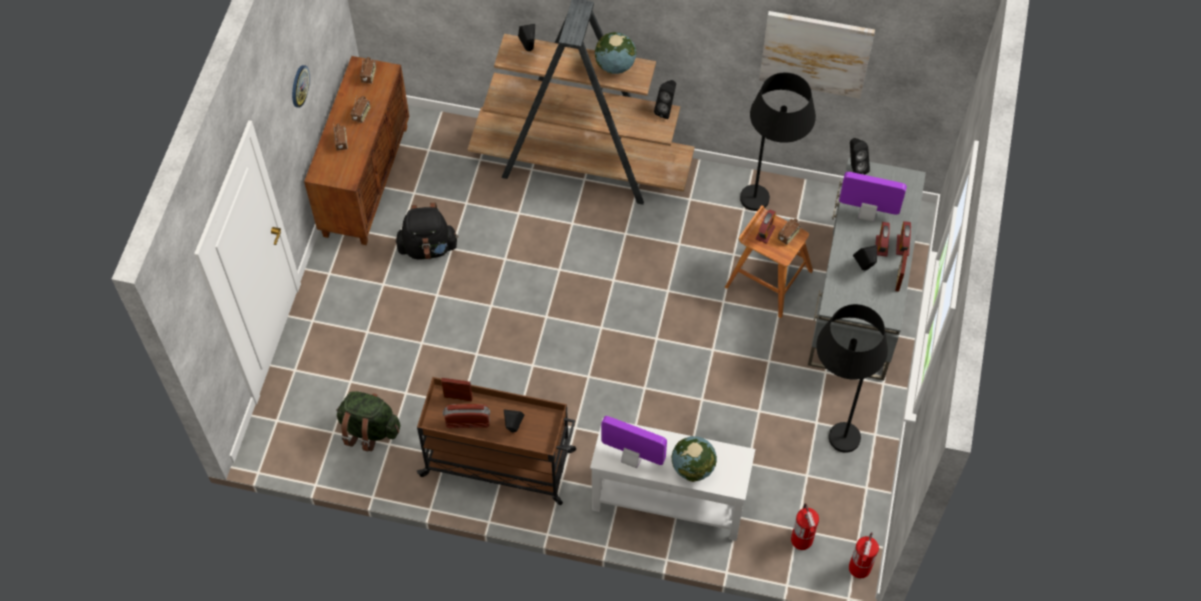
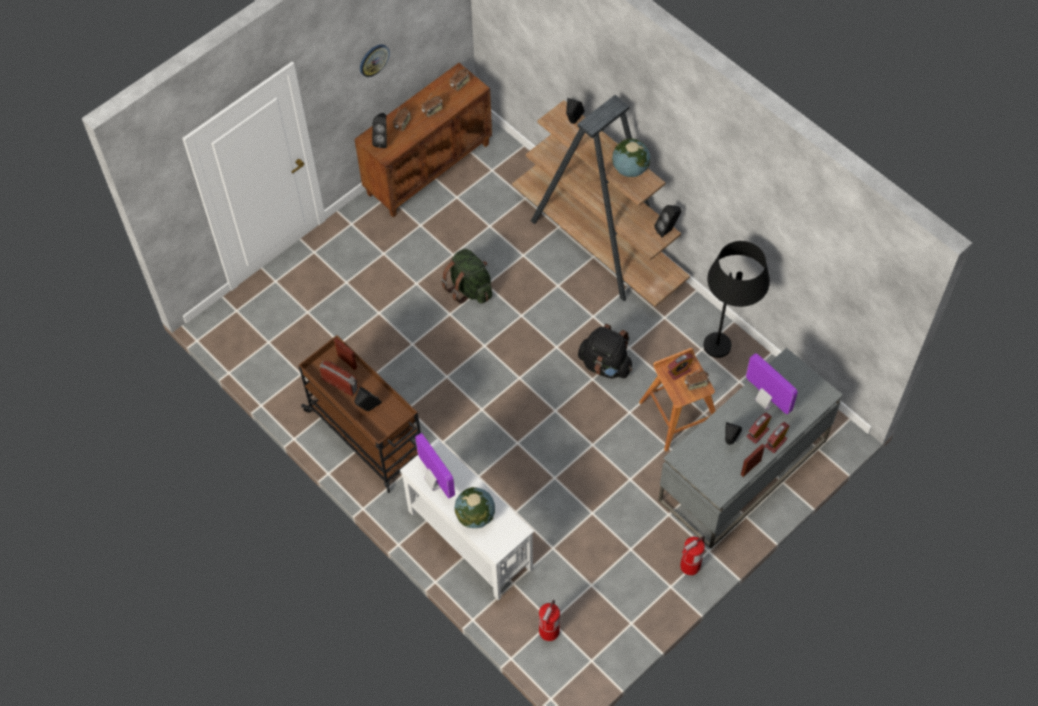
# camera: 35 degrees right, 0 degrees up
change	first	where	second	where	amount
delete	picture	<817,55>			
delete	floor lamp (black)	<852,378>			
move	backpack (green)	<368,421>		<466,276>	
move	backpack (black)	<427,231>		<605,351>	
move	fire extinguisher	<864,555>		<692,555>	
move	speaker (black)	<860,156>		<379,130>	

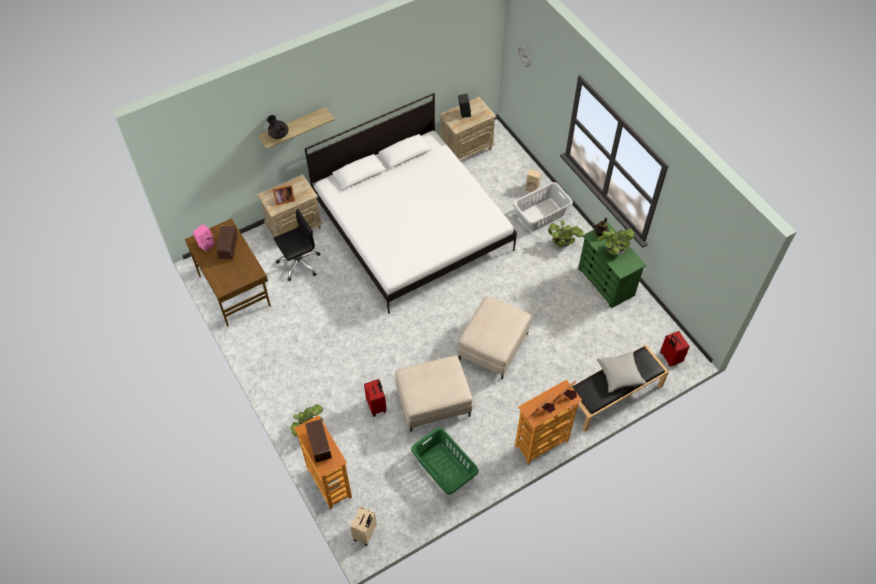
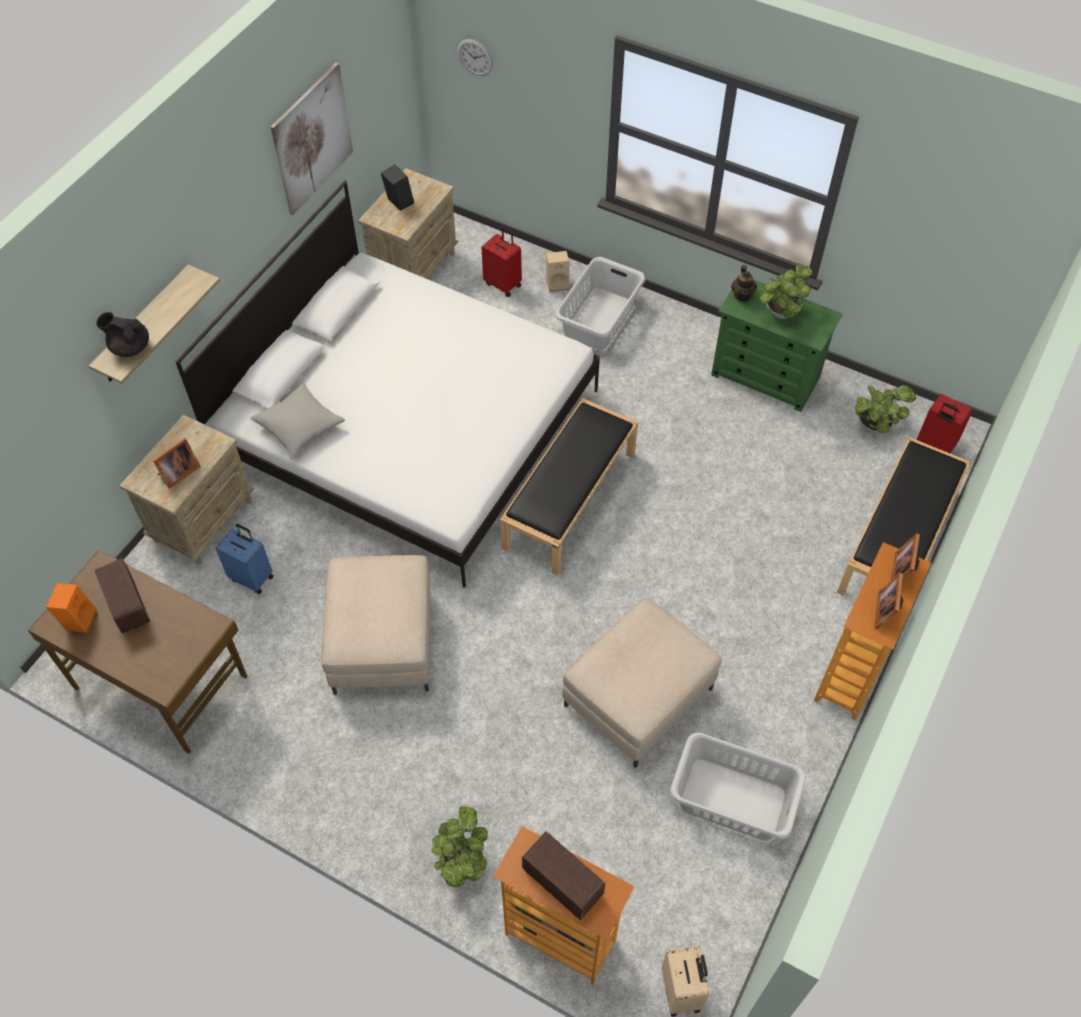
# camera: 30 degrees left, 0 degrees up
change	first	where	second	where	amount
insert			picture	<312,139>	
insert			bench (black)	<569,487>	
move	suitcase (red)	<375,398>		<501,262>	
move	ottoman (beige)	<494,338>		<375,625>	
move	potted plant	<565,233>		<885,409>	
move	pillow (grey)	<621,372>		<297,421>	
replace	office chair (black)	<297,245>	suitcase (blue)	<244,559>	
recolor	speaker (pink)	<204,237>	speaker (orange)	<71,608>	
recolor	laundry basket (green)	<445,461>	laundry basket (grey)	<738,787>	

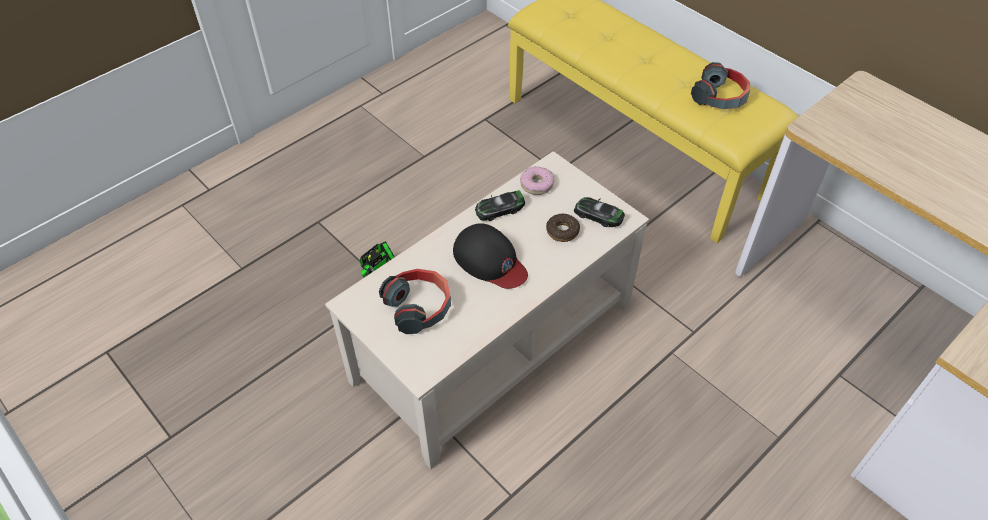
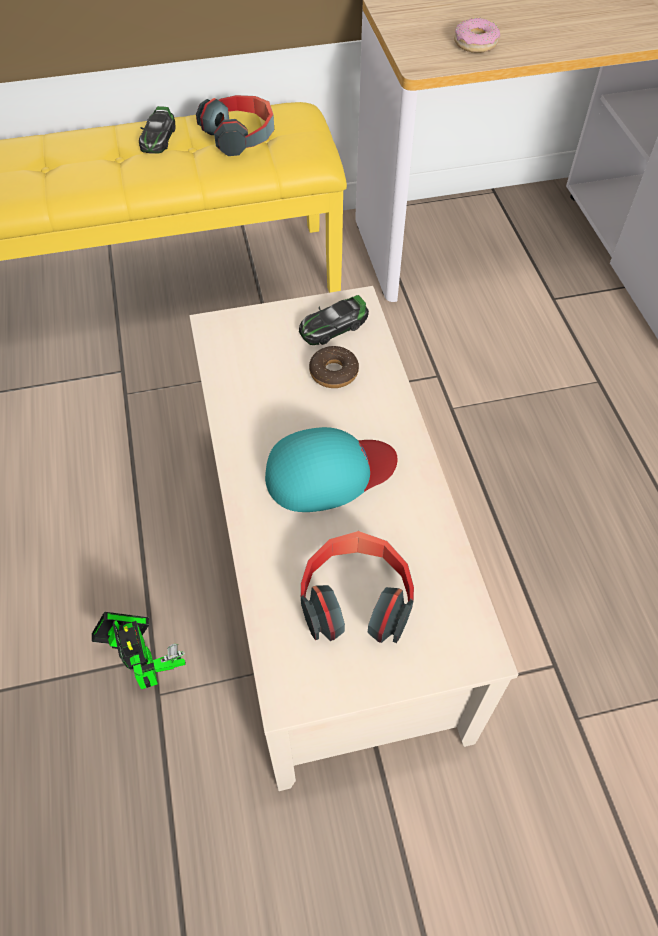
# camera: 60 degrees left, 5 degrees up
change	first	where	second	where	amount
move	toy car	<500,205>		<157,130>	
move	donut	<537,180>		<477,35>	
recolor	cap (black)	<490,256>	cap (turquoise)	<331,469>	

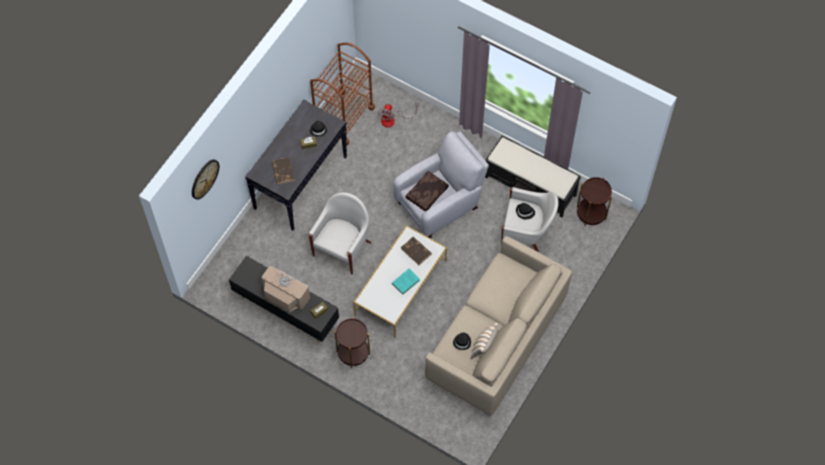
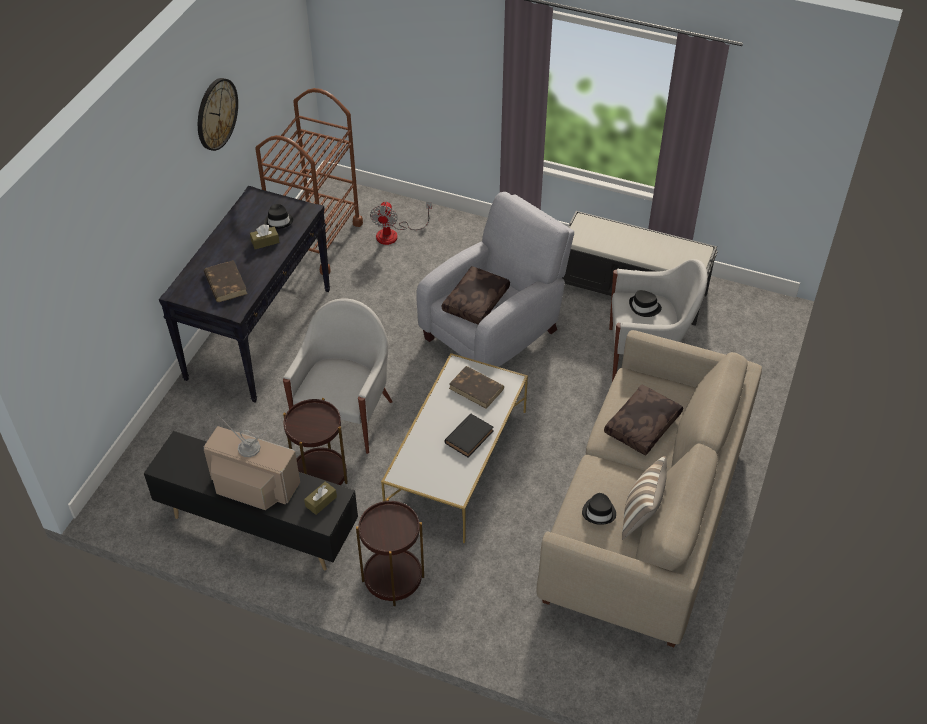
# camera: 10 degrees left, 15 degrees down
change	first	where	second	where	amount
insert			pillow (brown)	<643,420>	
move	wall clock	<205,179>		<218,114>	
move	side table (brown)	<594,201>		<315,441>	
recolor	book (turquoise)	<406,282>	book (black)	<468,435>	

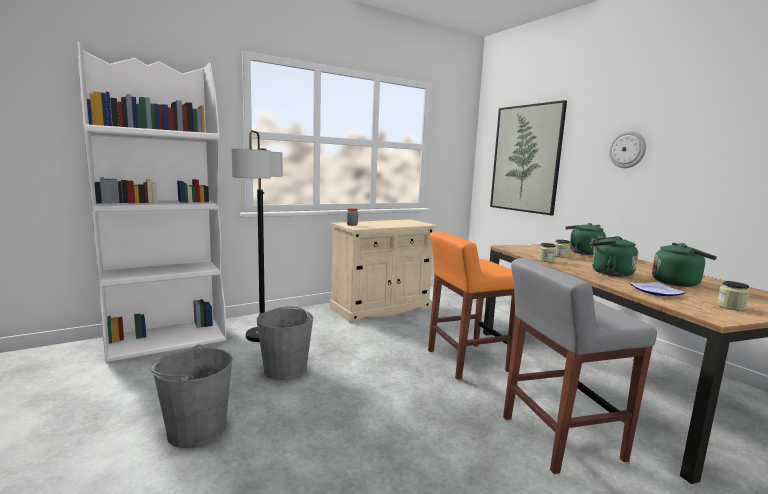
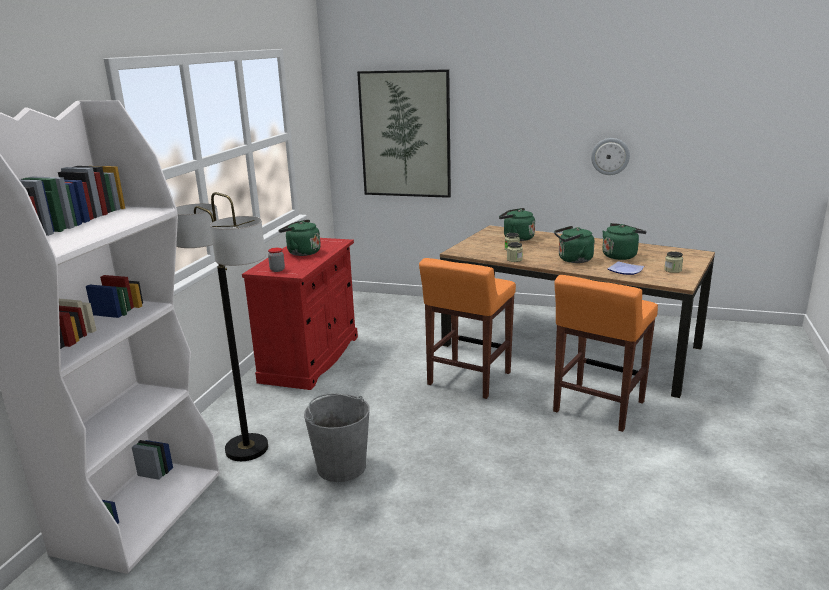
# camera: 40 degrees left, 10 degrees up
change	first	where	second	where	amount
delete	bucket (grey)	<191,396>			
insert			kettle (green)	<299,238>	
move	wall clock	<627,149>		<610,156>	
recolor	cabinet (beige)	<384,271>	cabinet (red)	<300,314>	
recolor	stool (grey)	<580,366>	stool (orange)	<605,353>	

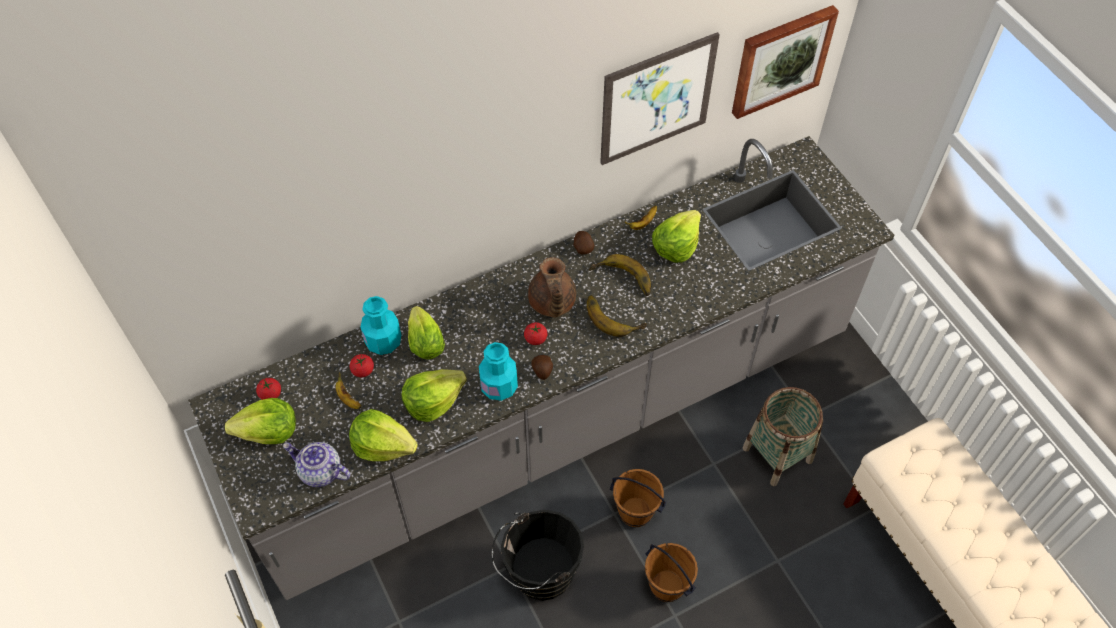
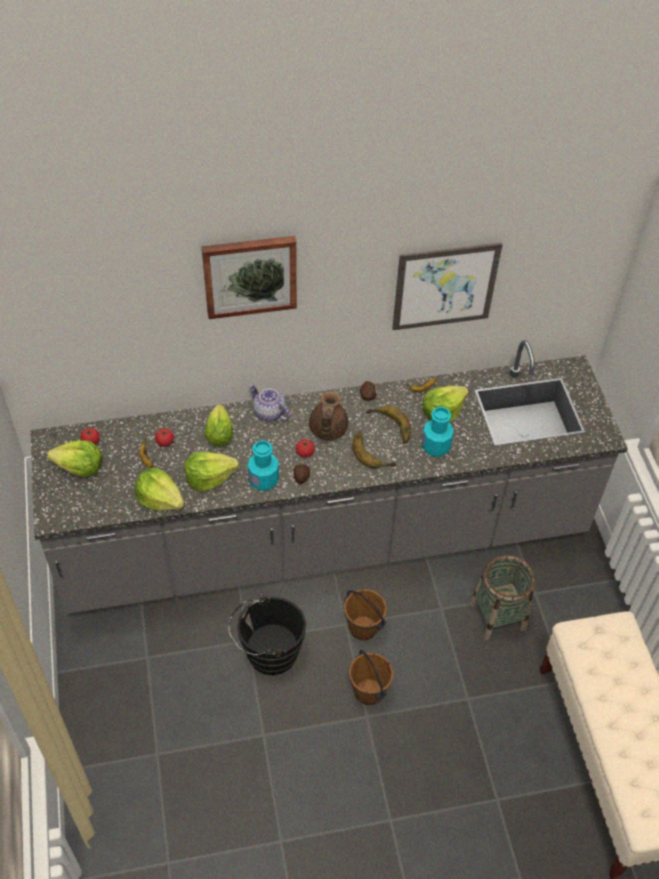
# camera: 15 degrees right, 5 degrees down
change	first	where	second	where	amount
move	teapot	<316,464>		<270,402>	
move	bottle (turquoise)	<380,325>		<437,432>	
move	picture	<785,62>		<249,277>	

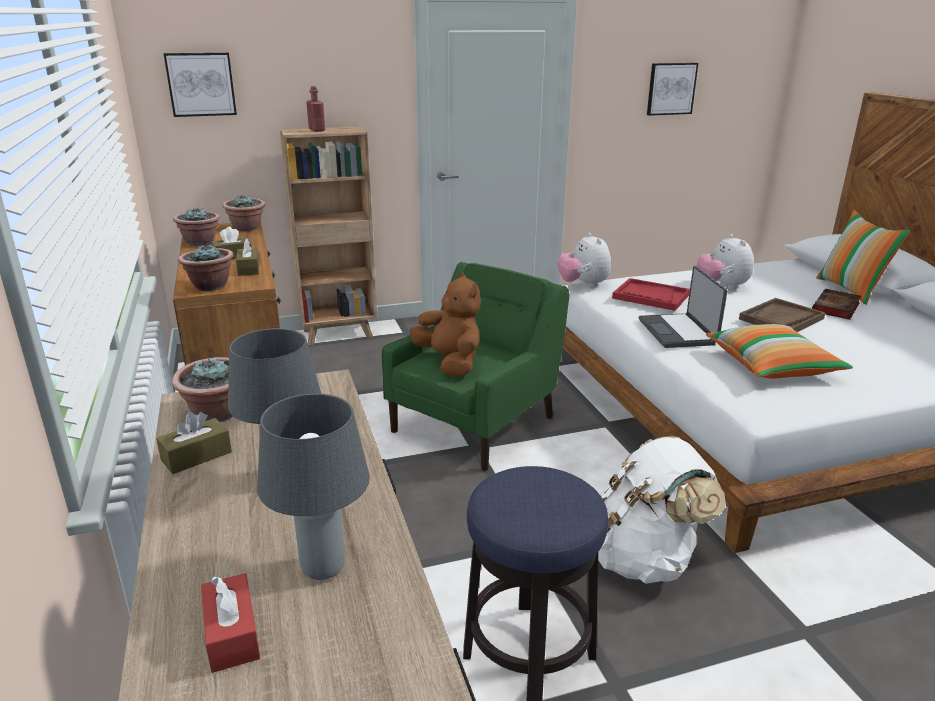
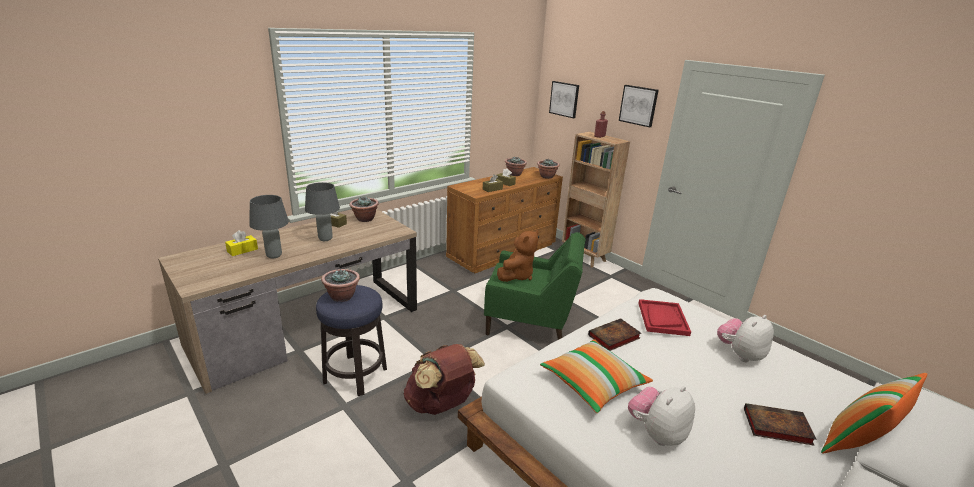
# camera: 65 degrees right, 0 degrees up
change	first	where	second	where	amount
delete	tray (brown)	<782,315>			
move	potted plant	<206,267>		<340,285>	
move	plush toy	<584,260>		<661,416>	
move	picture	<672,89>		<639,106>	
replace	laptop	<683,307>	book	<614,334>	
recolor	tissue box (red)	<230,623>	tissue box (yellow)	<241,243>	
recolor	backpack (white)	<662,510>	backpack (brown)	<444,379>	

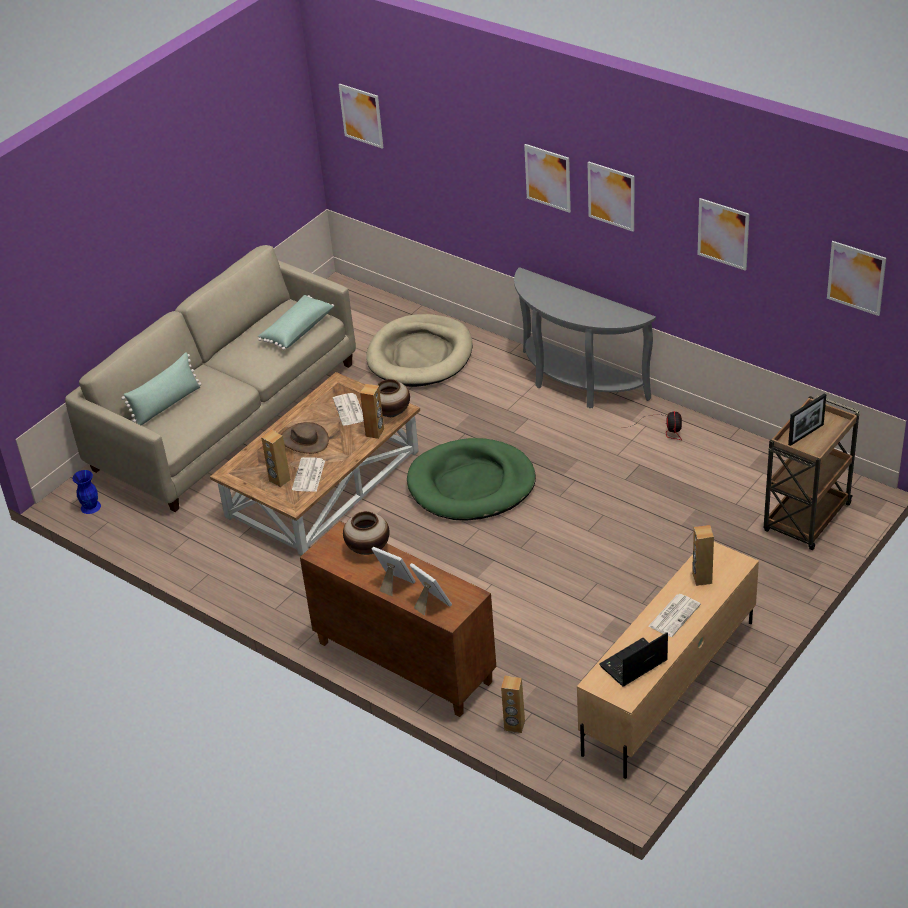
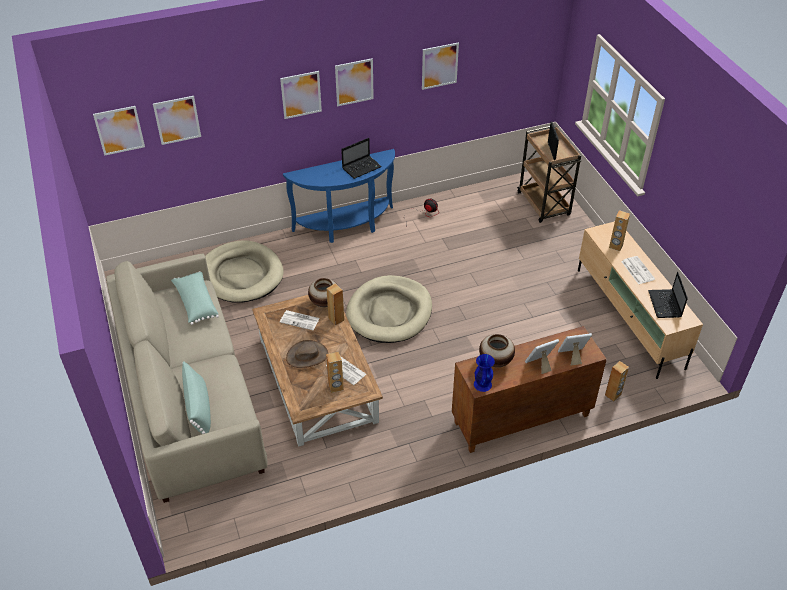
# camera: 60 degrees left, 5 degrees up
change	first	where	second	where	amount
insert			laptop	<361,158>	
move	vase (blue)	<86,492>		<484,373>	
move	picture	<856,278>		<177,120>	
recolor	dog bed (green)	<471,479>	dog bed (beige)	<389,309>	
recolor	console table (grey)	<585,337>	console table (blue)	<339,196>	

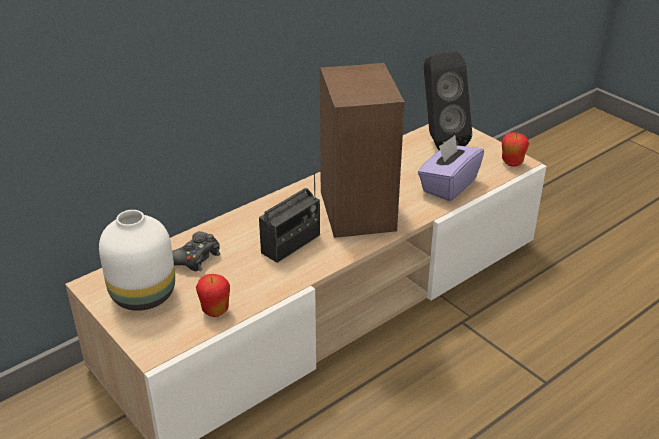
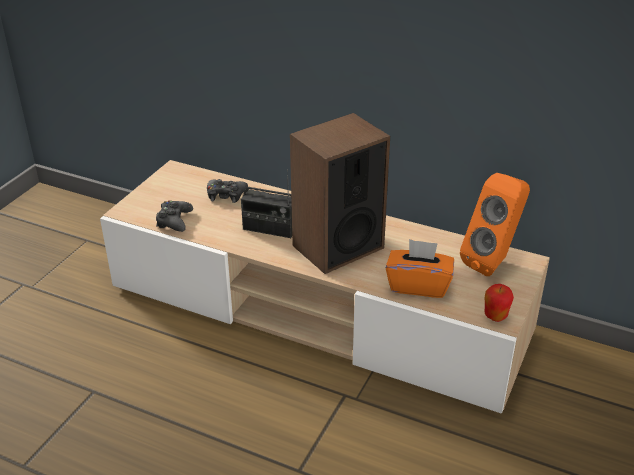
# camera: 65 degrees right, 0 degrees up
change	first	where	second	where	amount
delete	vase (white)	<137,260>			
replace	apple	<213,295>	game controller (black)	<174,216>	
recolor	tissue box (purple)	<451,168>	tissue box (orange)	<420,268>	
recolor	speaker (black)	<448,101>	speaker (orange)	<495,224>	

